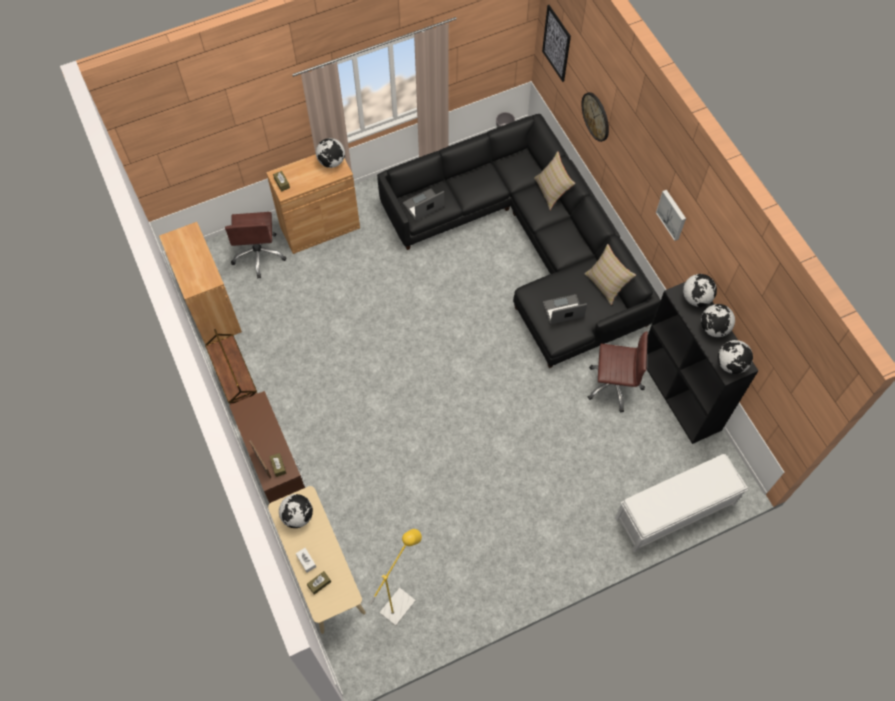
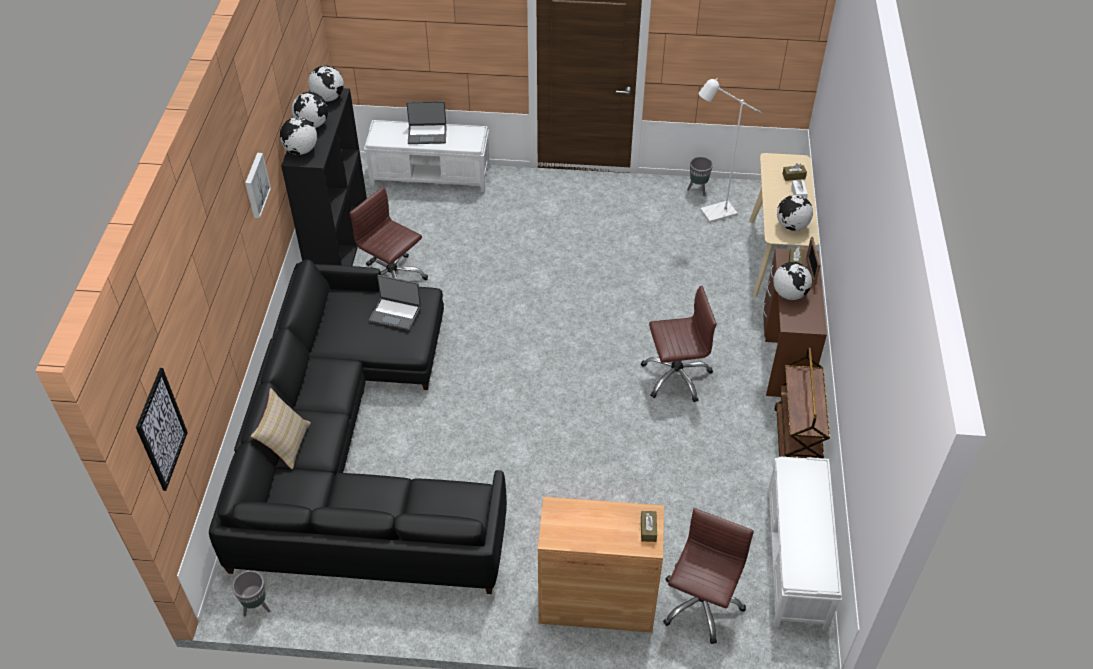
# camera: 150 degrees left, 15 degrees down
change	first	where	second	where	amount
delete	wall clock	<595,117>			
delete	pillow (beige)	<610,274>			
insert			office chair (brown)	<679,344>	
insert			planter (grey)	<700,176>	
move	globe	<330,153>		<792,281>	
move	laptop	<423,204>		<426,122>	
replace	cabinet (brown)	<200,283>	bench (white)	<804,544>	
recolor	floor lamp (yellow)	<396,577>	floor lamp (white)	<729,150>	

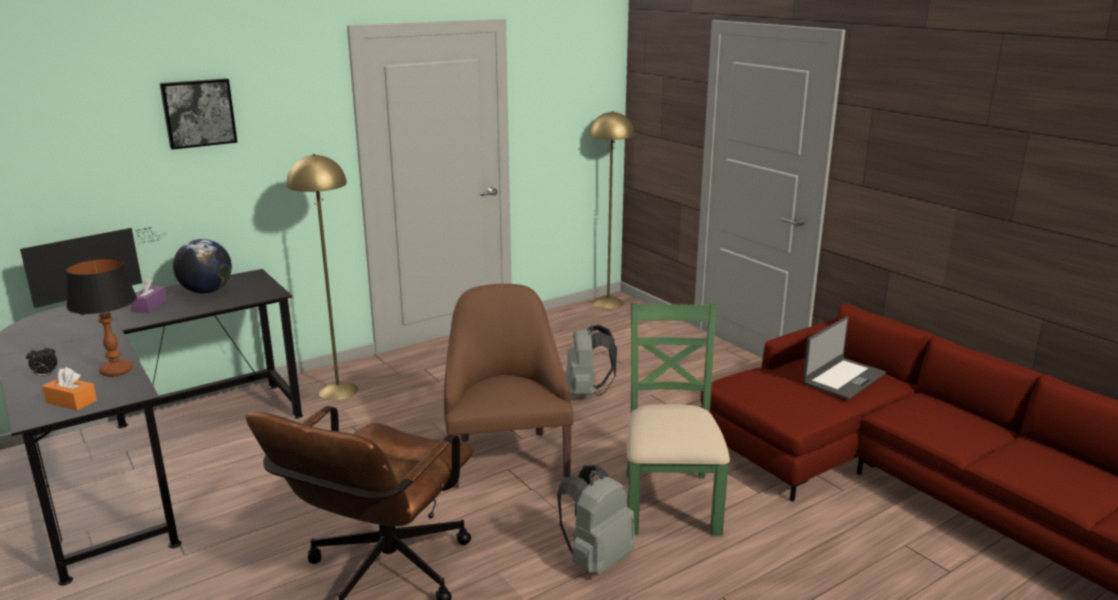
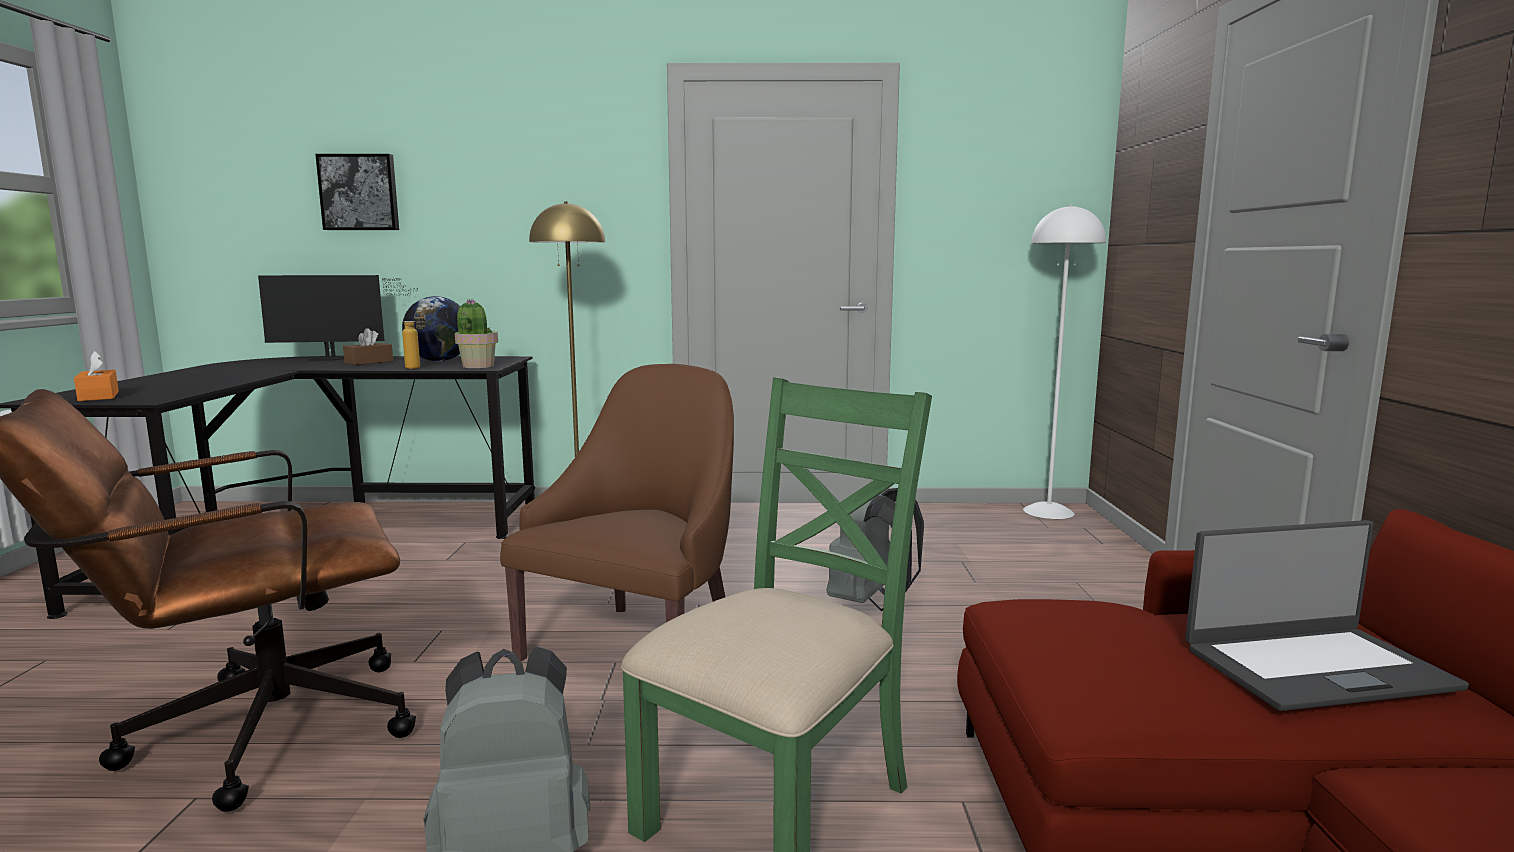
# camera: 35 degrees right, 10 degrees down
change	first	where	second	where	amount
delete	alarm clock	<41,361>			
delete	table lamp	<101,317>			
insert			bottle	<414,340>	
insert			potted plant	<476,333>	
move	picture	<198,114>		<357,192>	
recolor	tissue box (purple)	<148,295>	tissue box (brown)	<368,346>	
recolor	floor lamp (yellow)	<612,210>	floor lamp (white)	<1064,361>	

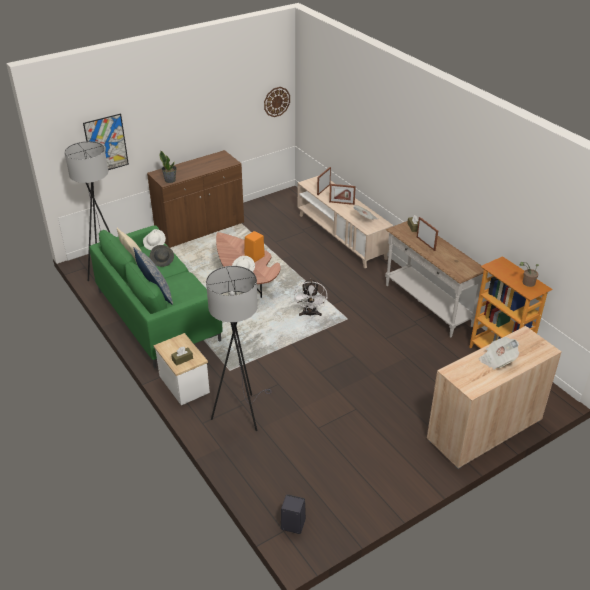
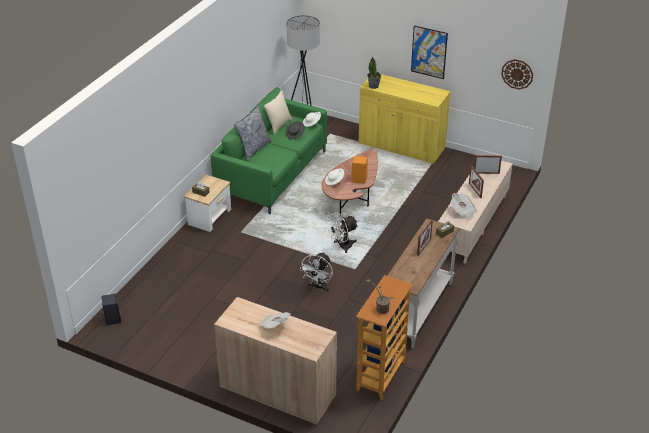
# camera: 60 degrees right, 0 degrees up
change	first	where	second	where	amount
delete	floor lamp (grey)	<239,348>			
insert			fan (white)	<316,272>	
move	picture	<106,141>		<429,52>	
recolor	cabinet (brown)	<195,199>	cabinet (yellow)	<405,119>	

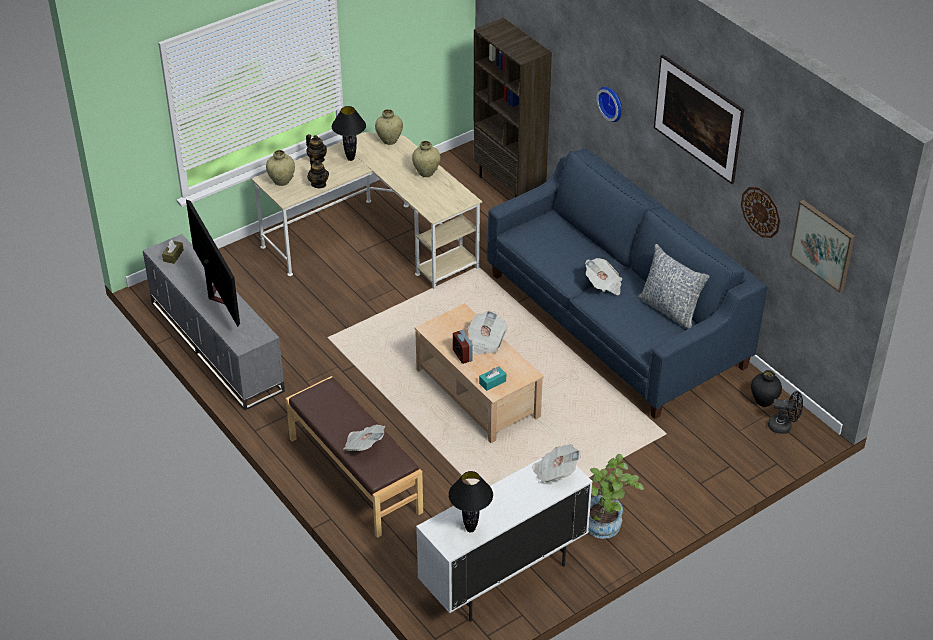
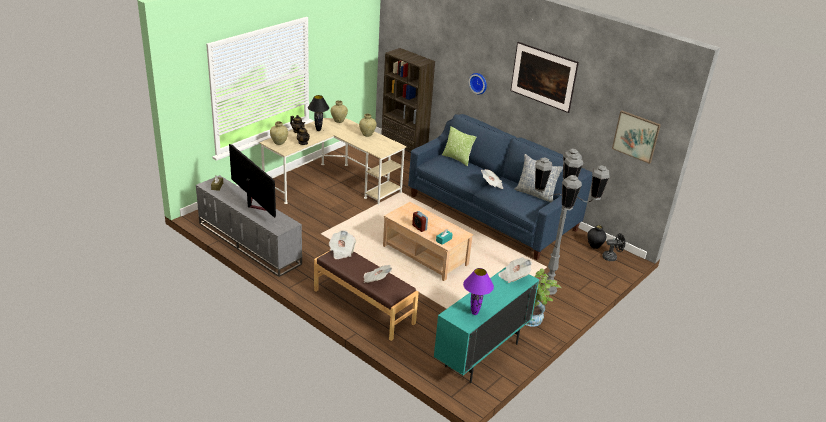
# camera: 15 degrees left, 10 degrees down
change	first	where	second	where	amount
delete	wall clock	<760,212>			
insert			pillow	<459,146>	
insert			floor lamp (grey)	<572,222>	
move	newspaper	<487,333>		<342,244>	
recolor	cabinet (white)	<504,538>	cabinet (turquoise)	<486,325>	
recolor	table lamp (black)	<470,501>	table lamp (purple)	<478,291>	

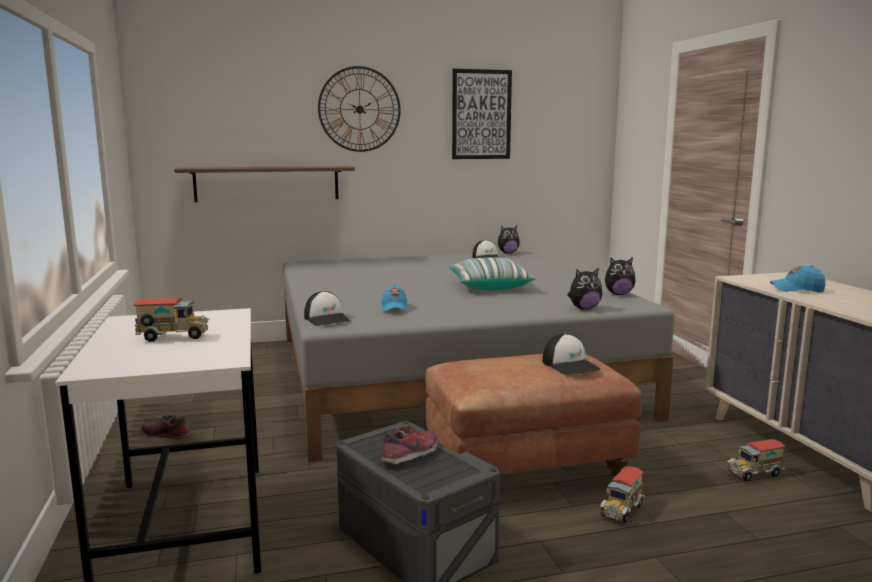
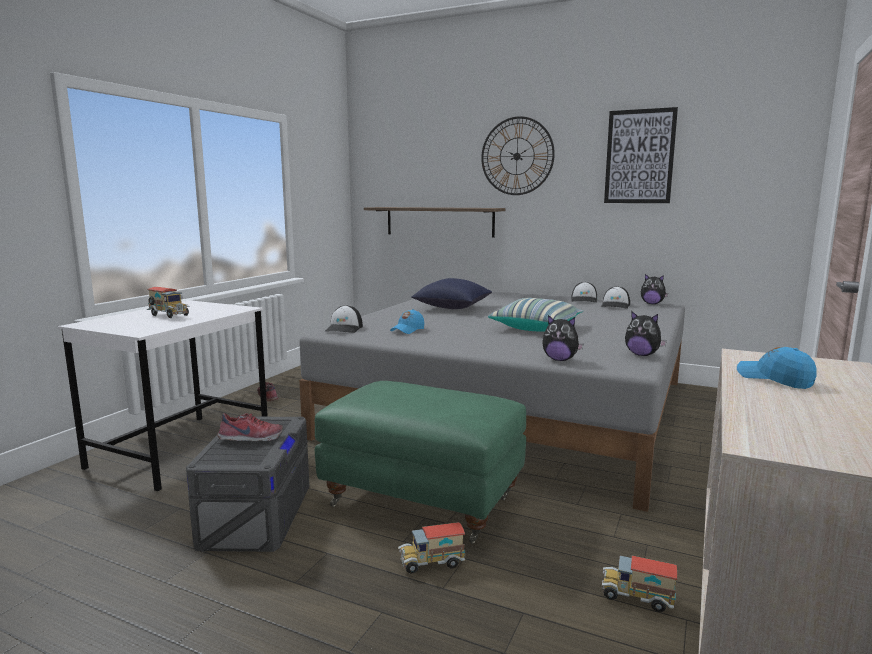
# camera: 40 degrees right, 0 degrees up
change	first	where	second	where	amount
insert			pillow (blue)	<451,293>	
move	cap	<571,354>		<584,292>	
recolor	ottoman (brown)	<533,416>	ottoman (green)	<420,462>	

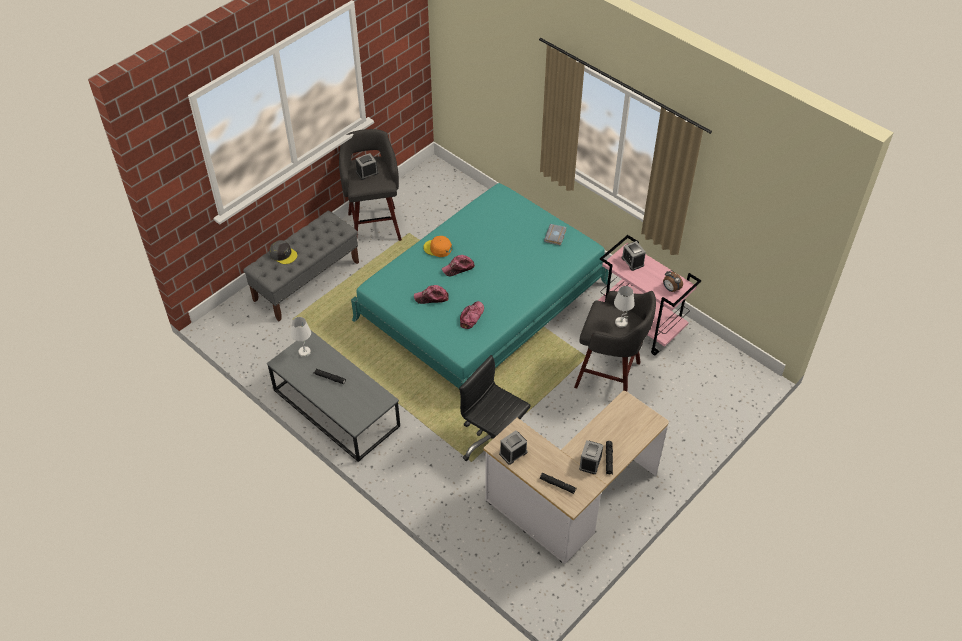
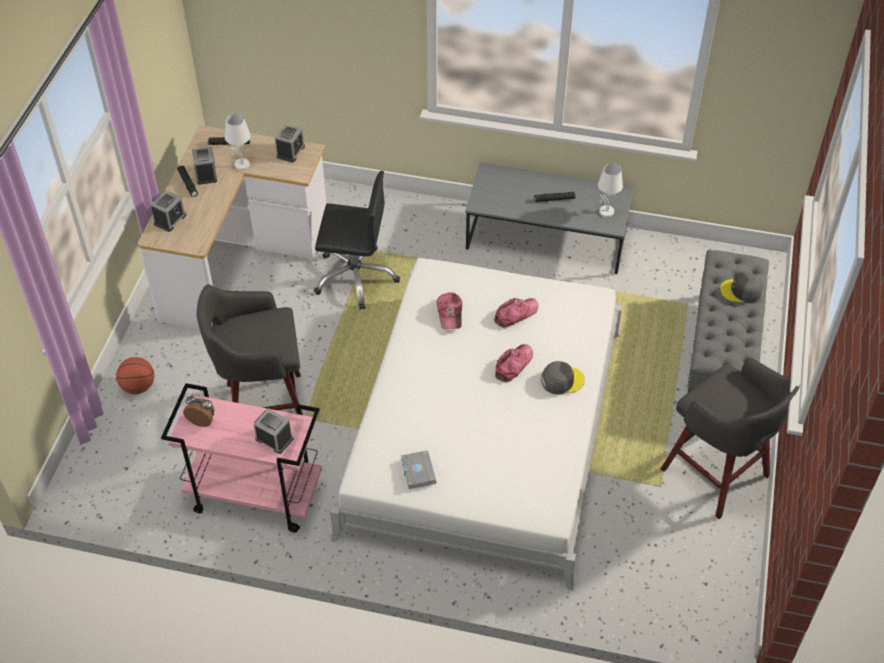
# camera: 150 degrees right, 0 degrees up
change	first	where	second	where	amount
insert			basketball	<135,375>	
move	alarm clock	<367,166>		<168,211>	
move	table lamp (white)	<624,307>		<238,141>	
recolor	bed (turquoise)	<480,285>	bed (white)	<476,424>	
recolor	cap (orange)	<437,246>	cap (grey)	<563,378>	

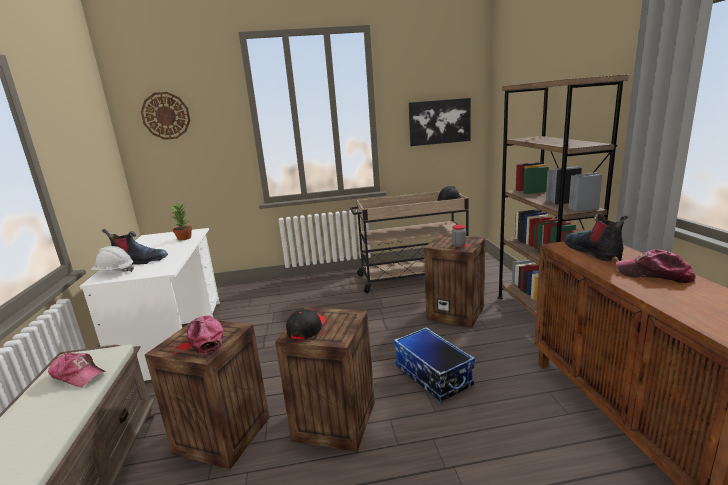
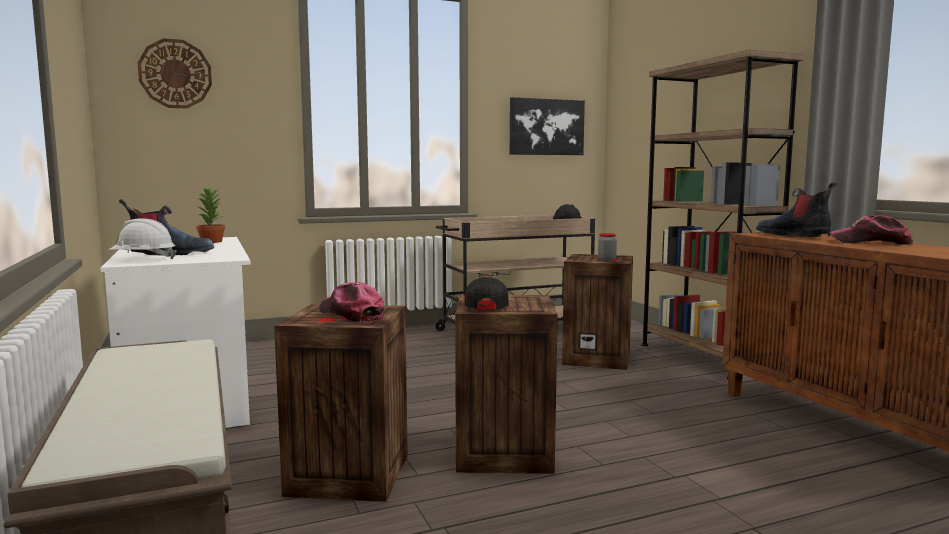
# camera: 15 degrees left, 10 degrees down
change	first	where	second	where	amount
delete	cap	<77,370>			
delete	storage box	<434,364>			

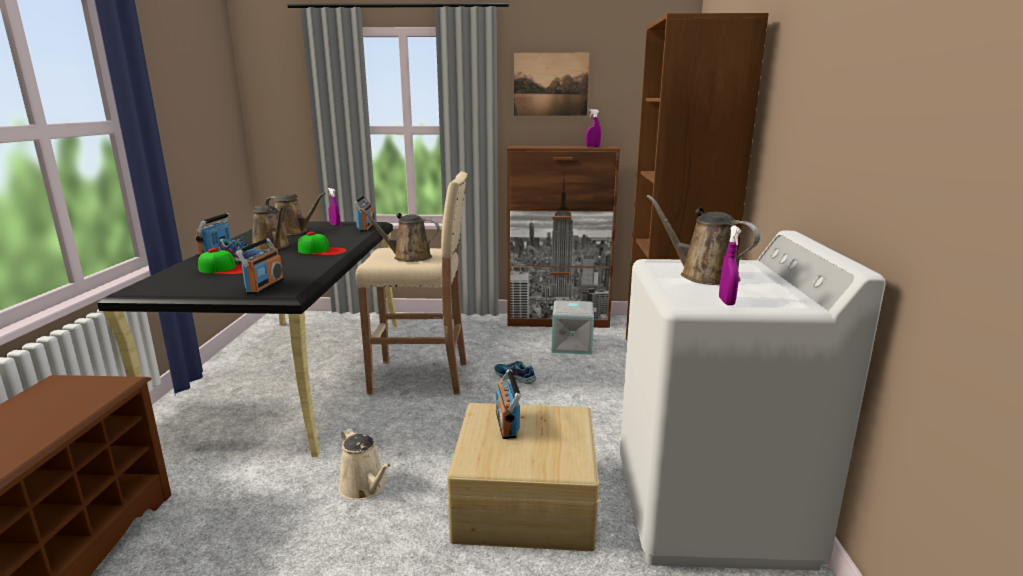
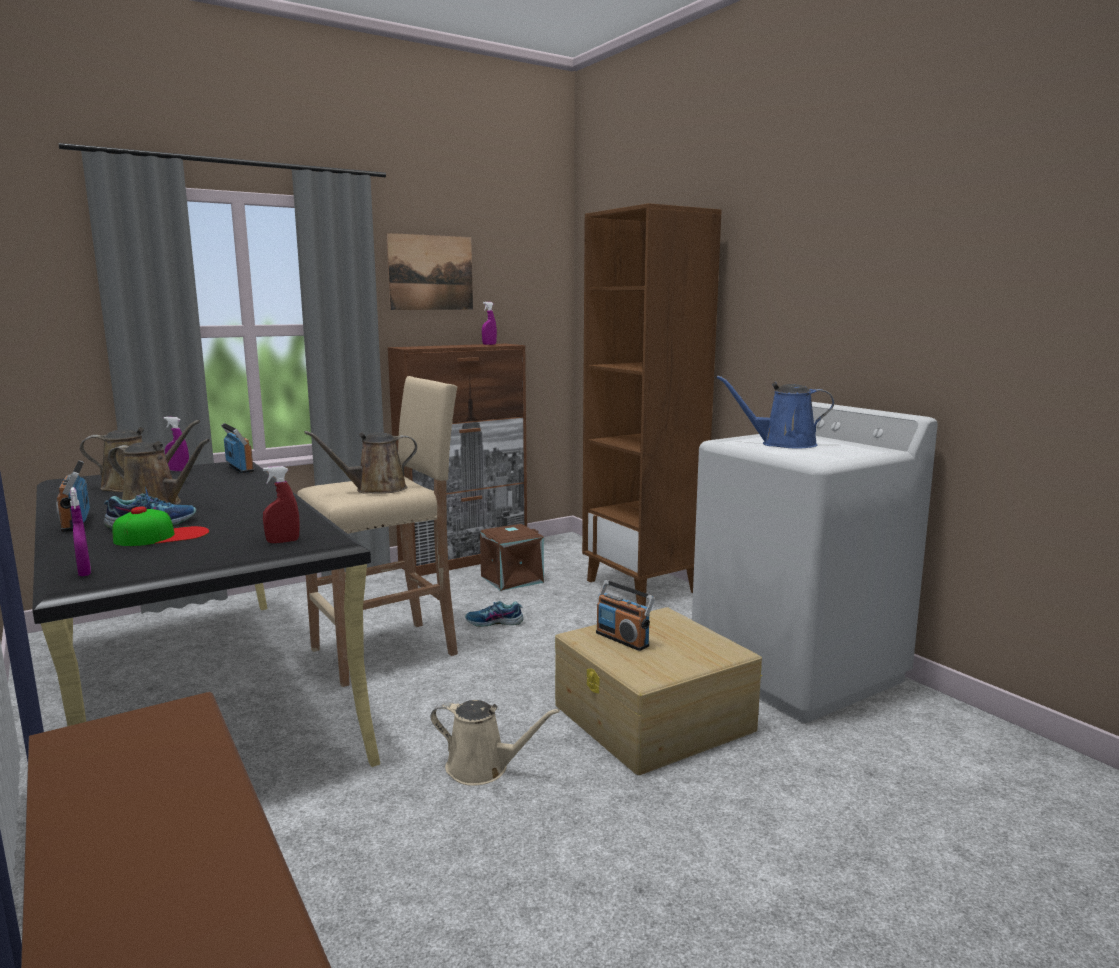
# camera: 35 degrees left, 5 degrees down
change	first	where	second	where	amount
delete	cap	<322,243>			
move	spray bottle (purple)	<730,265>		<80,531>	
replace	radio	<260,266>	spray bottle (red)	<281,504>	
recolor	storage box (grey)	<573,327>	storage box (brown)	<512,557>	
recolor	watering can (brown)	<703,240>	watering can (blue)	<775,411>	

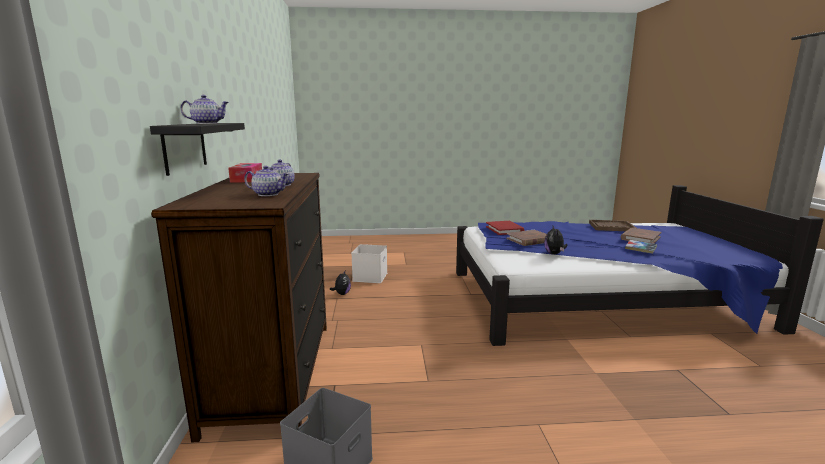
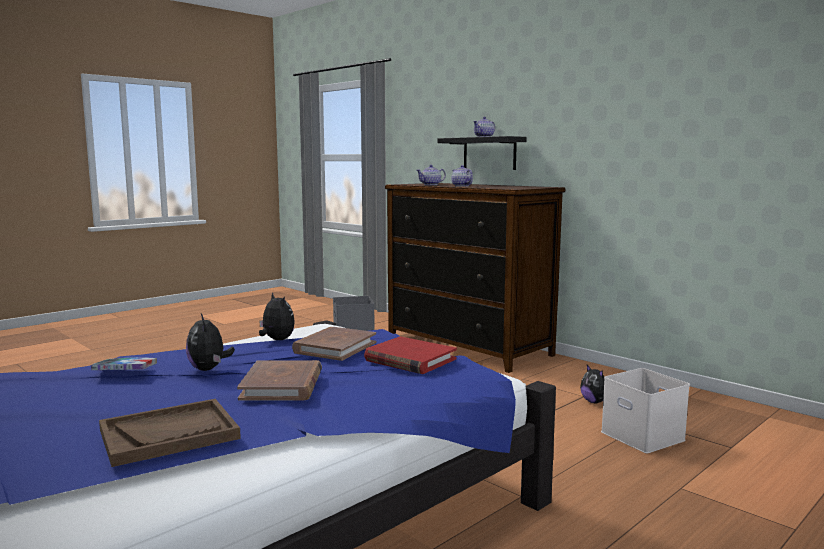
# camera: 140 degrees right, 5 degrees down
change	first	where	second	where	amount
delete	tissue box	<245,173>			
insert			plush toy	<210,342>	
move	book (brown)	<641,236>		<279,380>	

